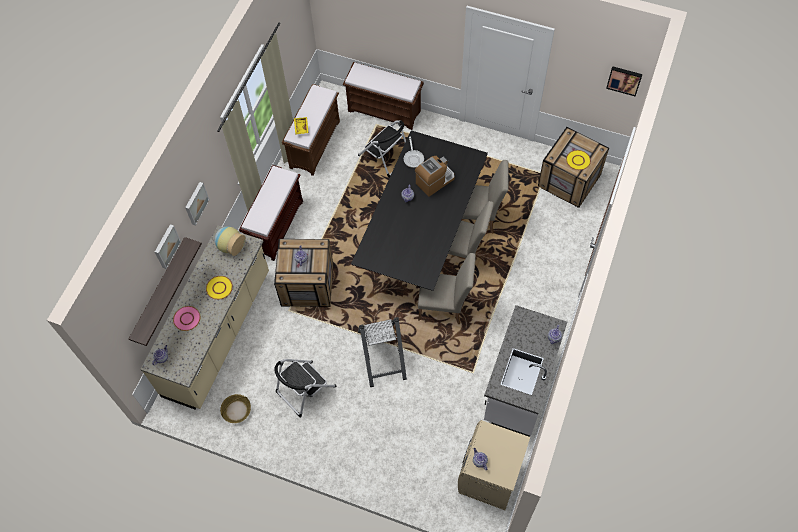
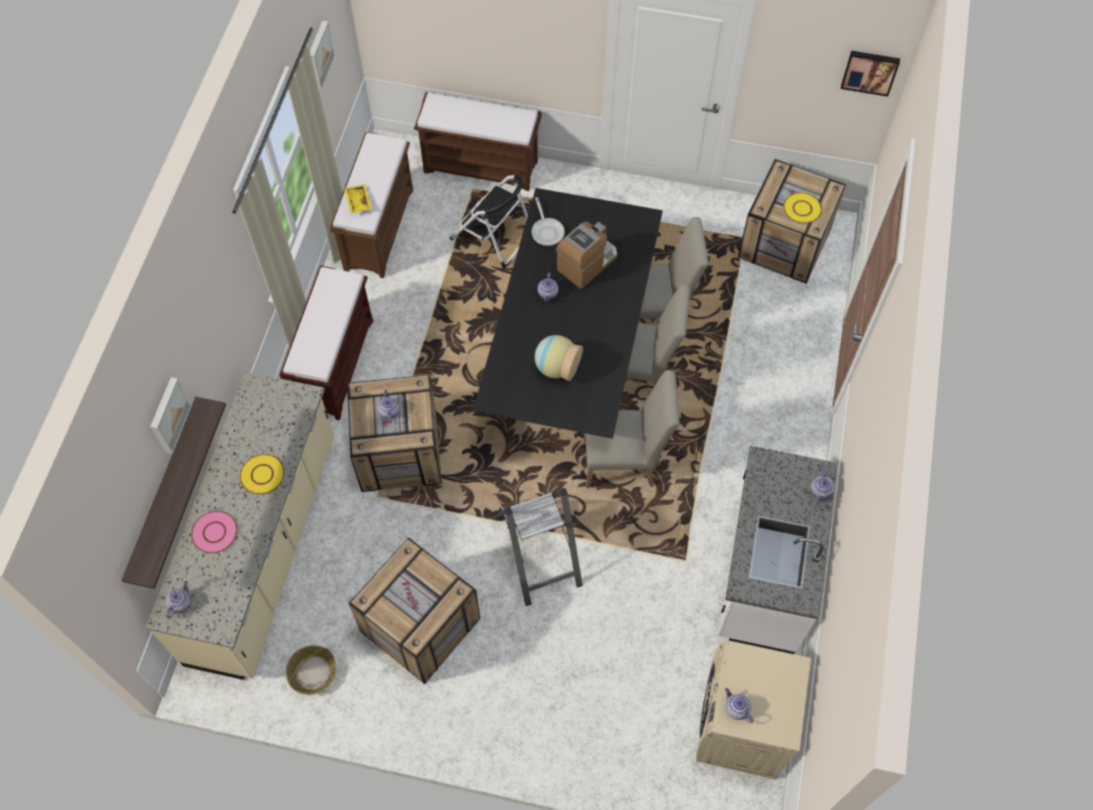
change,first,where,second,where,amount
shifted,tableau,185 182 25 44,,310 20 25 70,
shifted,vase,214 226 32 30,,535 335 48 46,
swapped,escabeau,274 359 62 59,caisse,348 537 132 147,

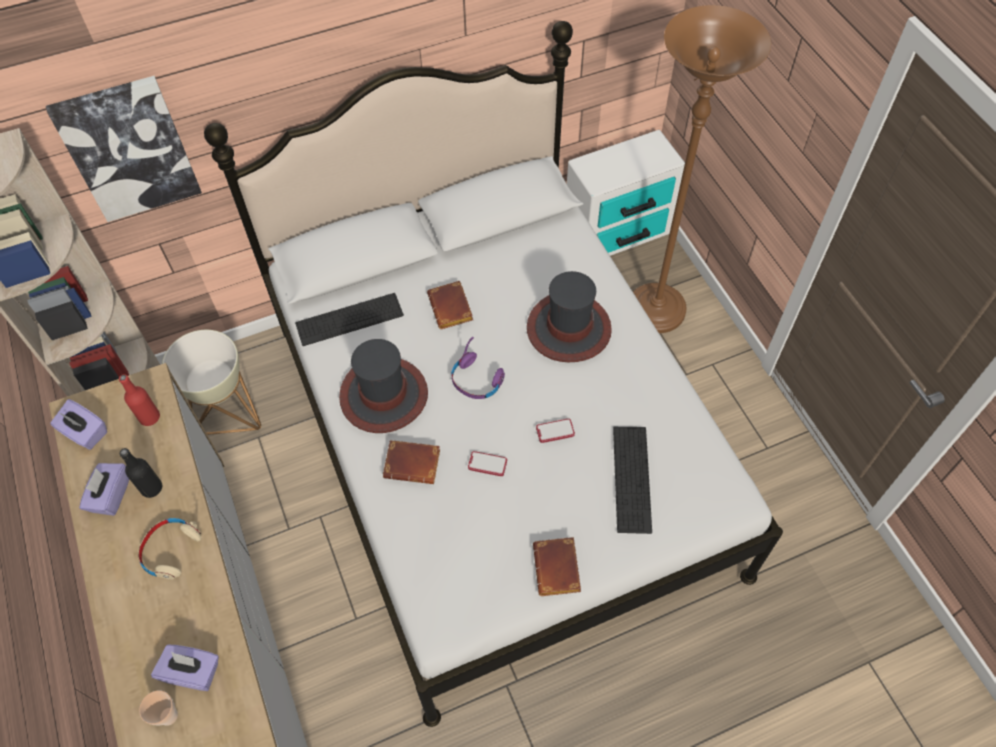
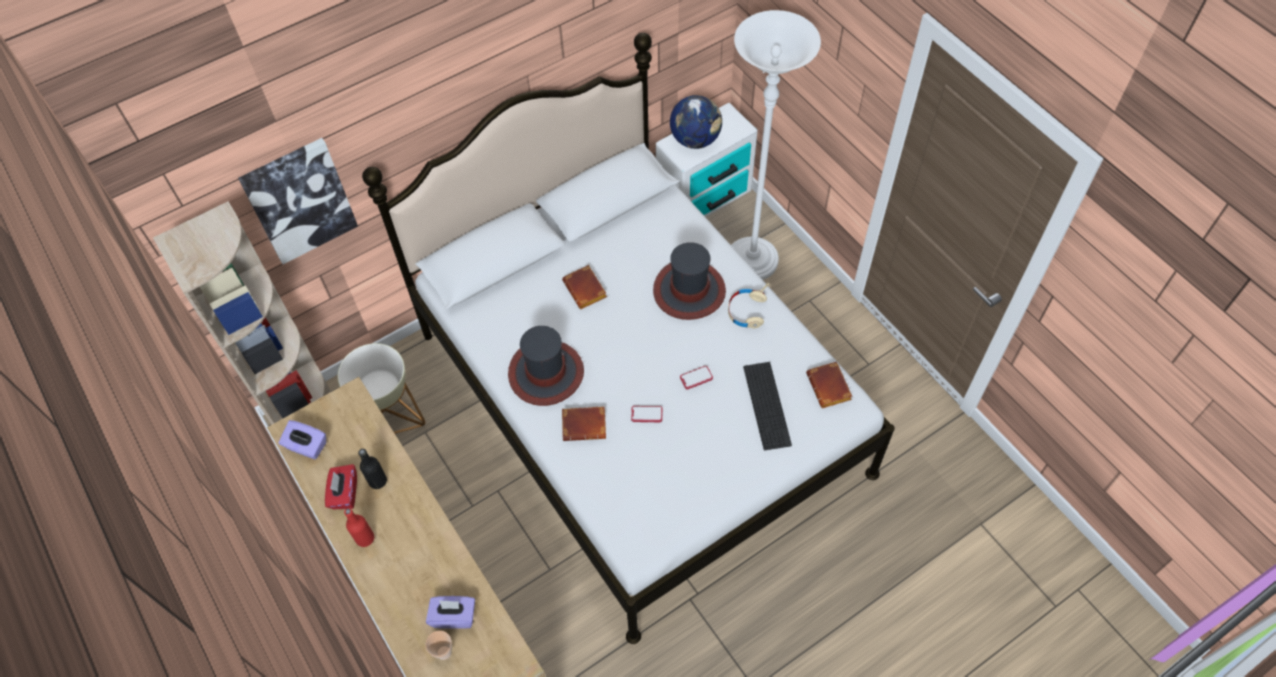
change,first,where,second,where,amount
gone,clavier,295 293 109 53,,,
gone,casque audio [violet],451 337 54 62,,,
new,,,globe,670 95 52 54,
shifted,bouteille [rouge],119 374 41 52,,344 508 30 39,
shifted,casque audio [beige],138 518 64 62,,728 283 41 45,
shifted,livre [marron],533 537 48 59,,806 361 46 47,
repainted,boîte à mouchoirs [violet],79 463 50 53,boîte à mouchoirs [rouge],325 464 32 46,
repainted,lampadaire [marron],633 5 138 328,lampadaire [blanc],731 10 90 270,

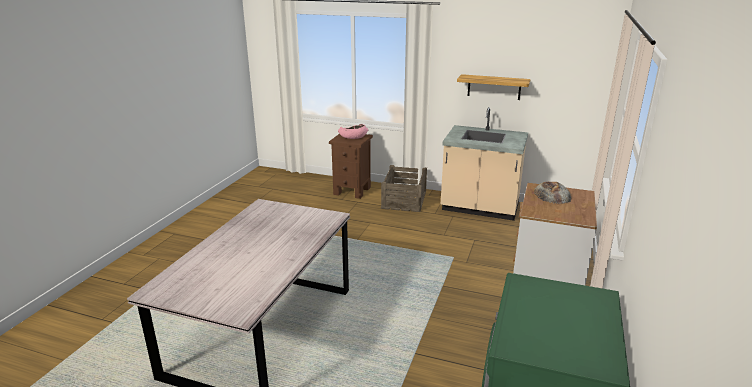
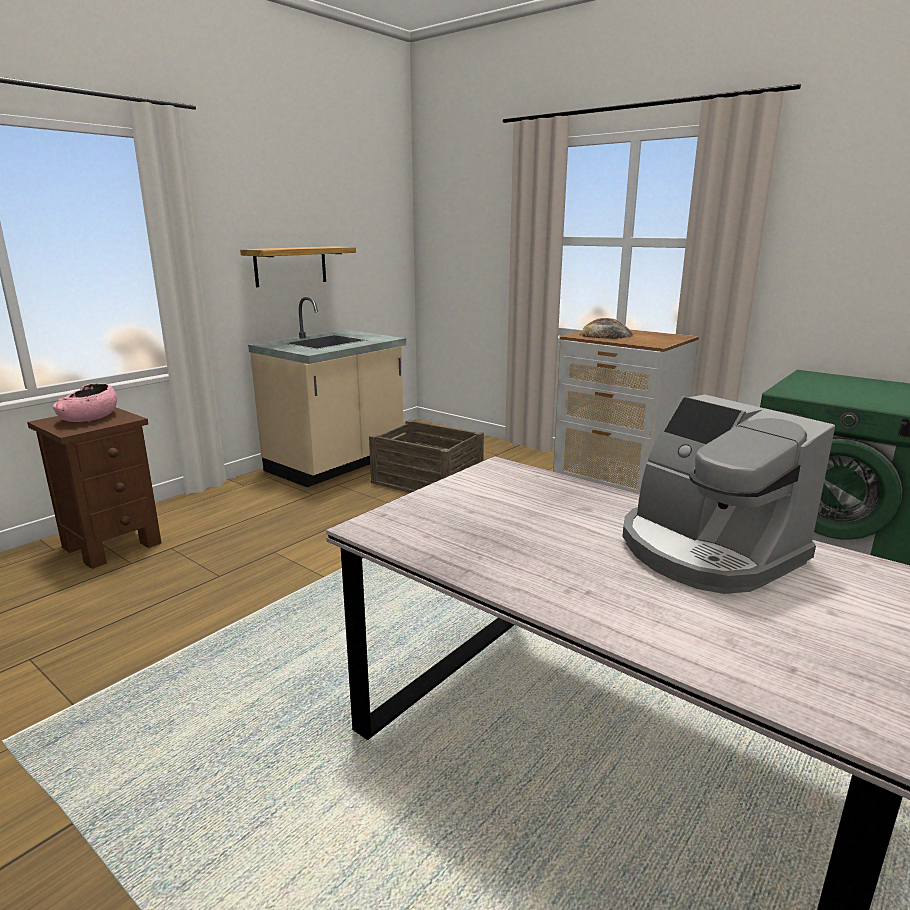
change,first,where,second,where,amount
new,,,machine à café,622 394 213 200,
shifted,caisse,381 165 46 47,,369 420 115 73,

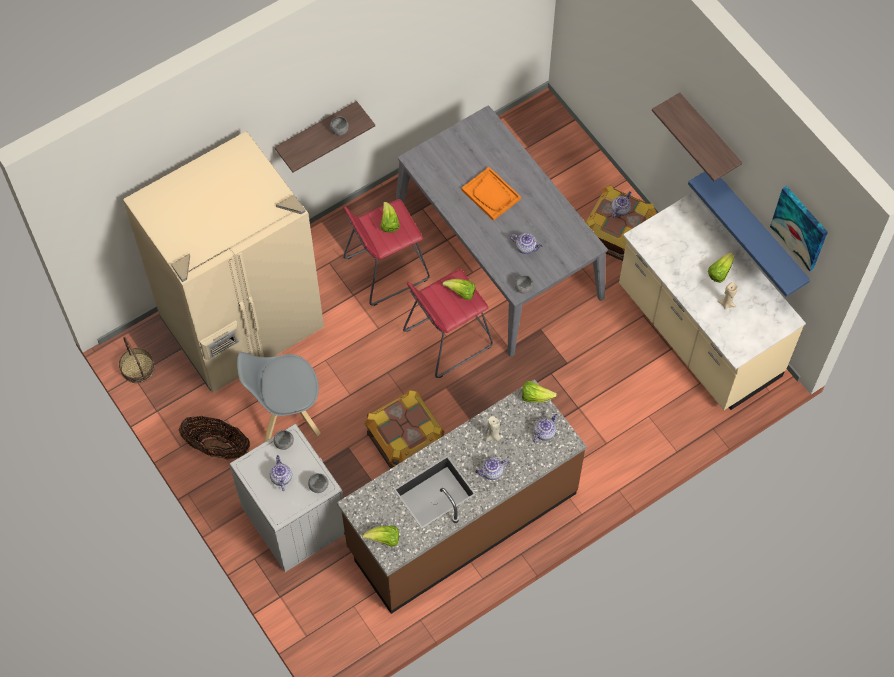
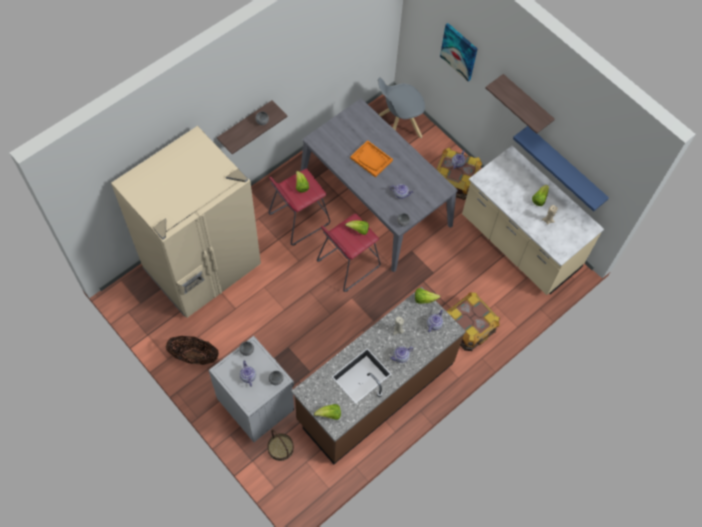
change,first,where,second,where,amount
shifted,panier,119 337 36 46,,267 429 27 32,
shifted,chaise [gris],237 352 84 90,,378 77 47 61,
shifted,caisse,364 390 81 79,,446 292 54 59,
shifted,tableau,770 186 58 86,,440 23 37 58,

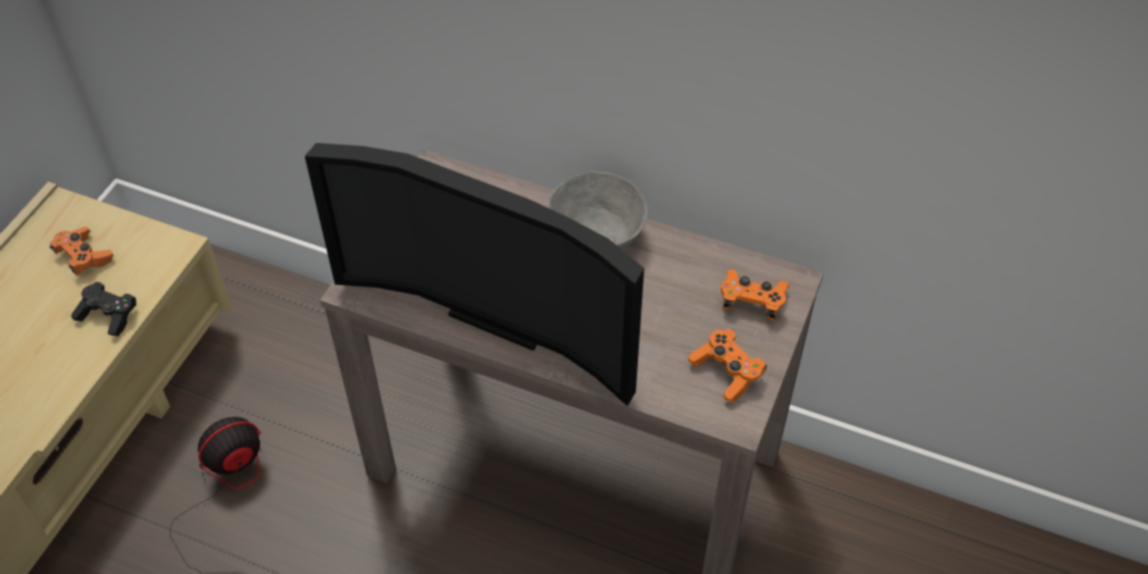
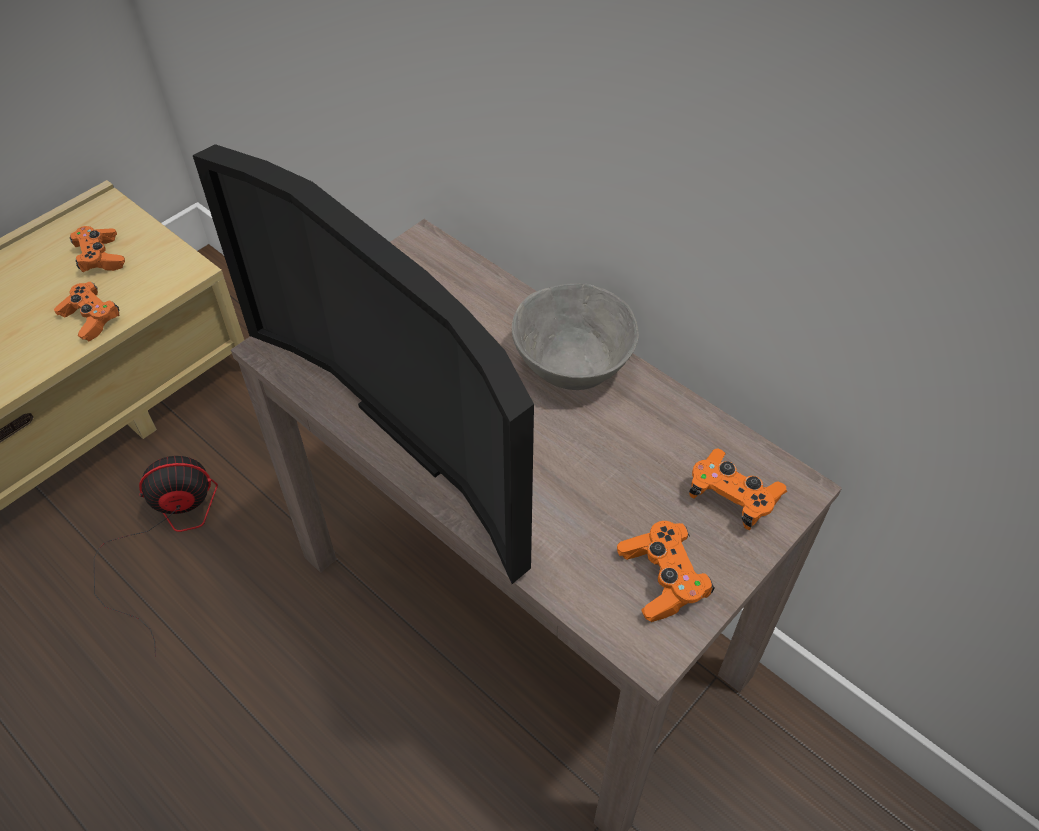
change,first,where,second,where,amount
repainted,manette [noir],71 282 65 54,manette [orange],54 282 66 59,

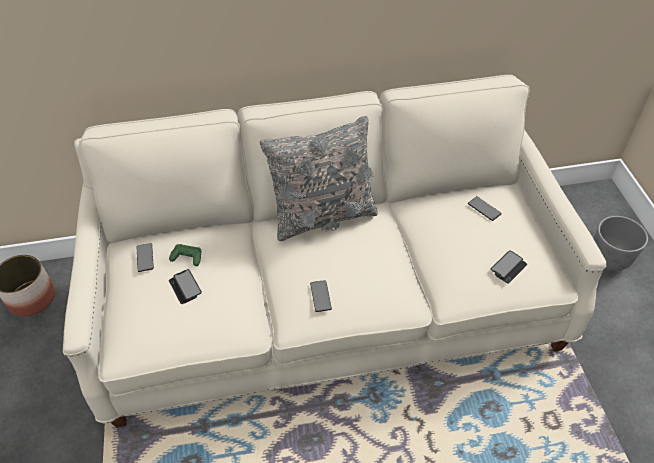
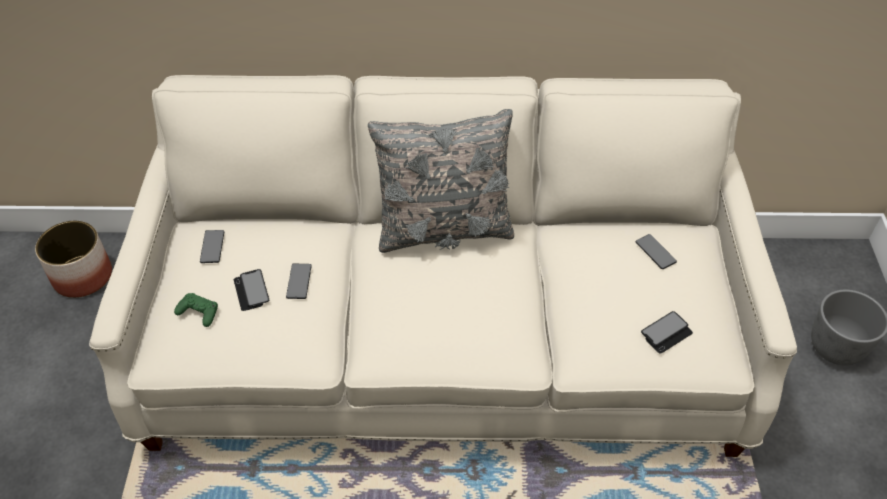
change,first,where,second,where,amount
shifted,manette [vert],169 244 32 22,,174 293 44 34,
shifted,téléphone,310 280 22 32,,286 264 26 35,

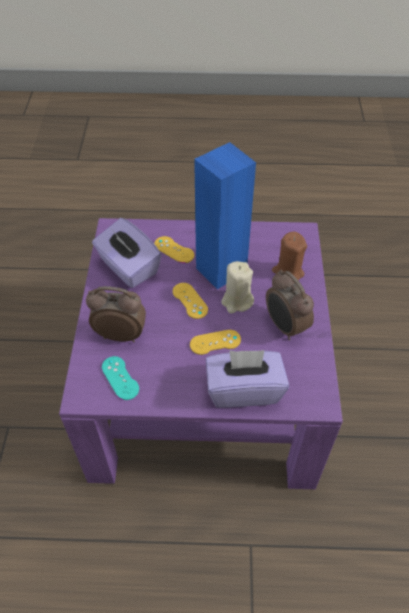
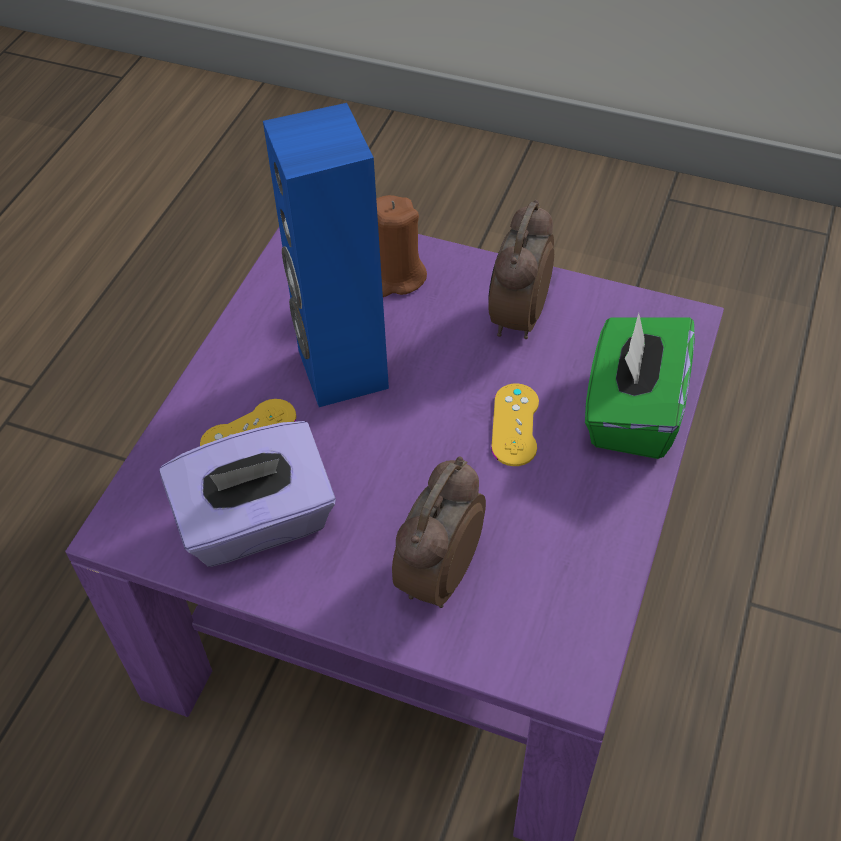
change,first,where,second,where,amount
gone,manette [turquoise],102 356 37 44,,,
gone,manette [jaune],173 283 35 36,,,
gone,bougie [beige],221 261 33 53,,,
repainted,boîte à mouchoirs [violet],206 350 83 58,boîte à mouchoirs [vert],585 313 110 146,
rotated,réveil,266 270 48 70,,488 200 66 139,120 degrees clockwise

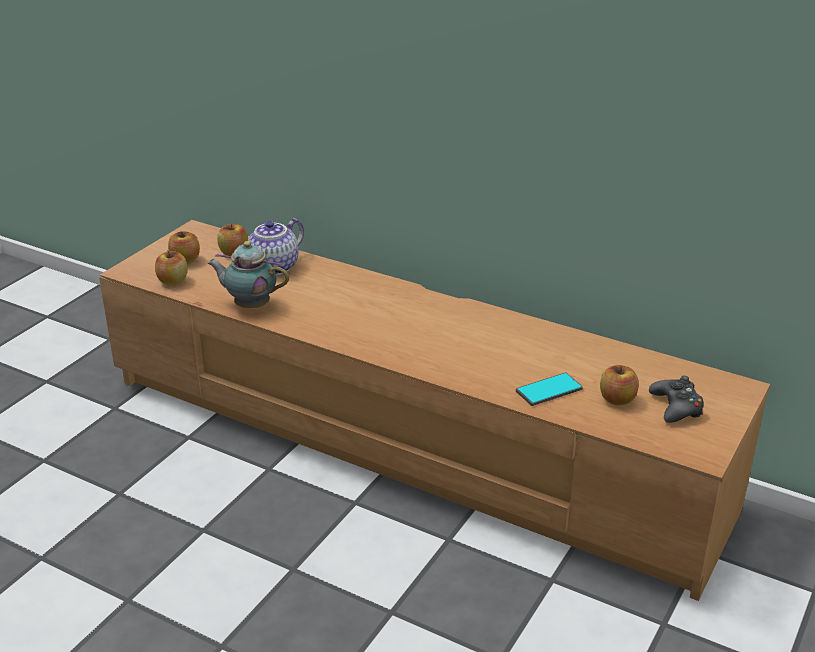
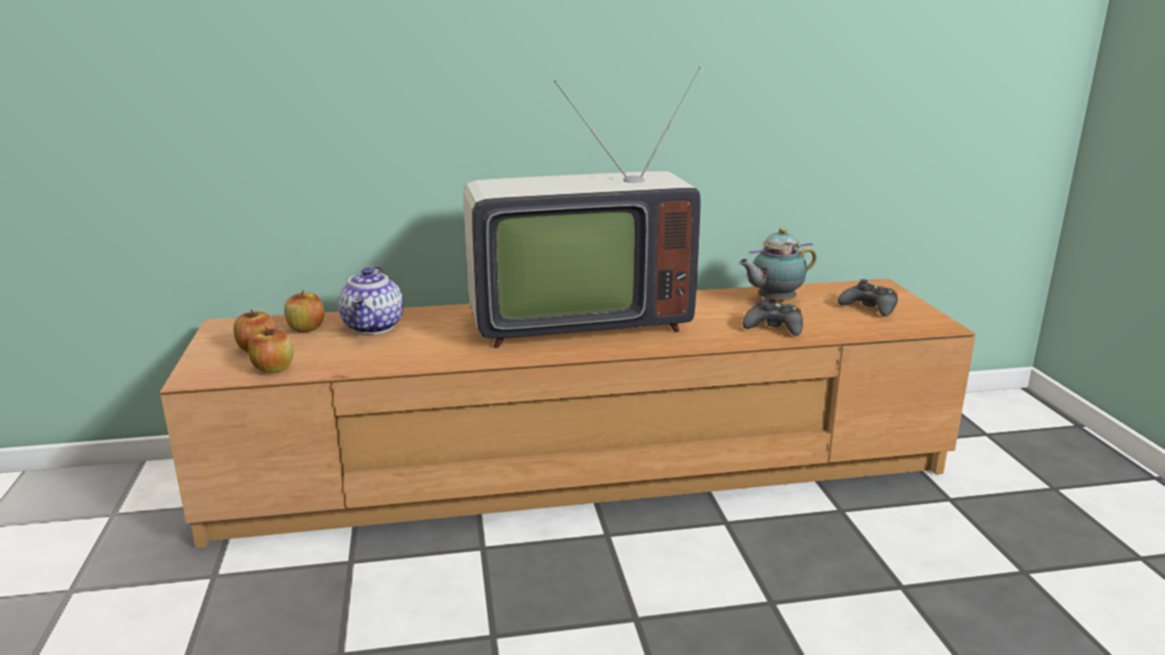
change,first,where,second,where,amount
gone,pomme,600 365 39 41,,,
new,,,téléviseur,464 66 237 282,
shifted,théière,207 241 82 67,,739 227 78 76,
swapped,téléphone,516 373 67 33,manette [noir],742 298 61 38,

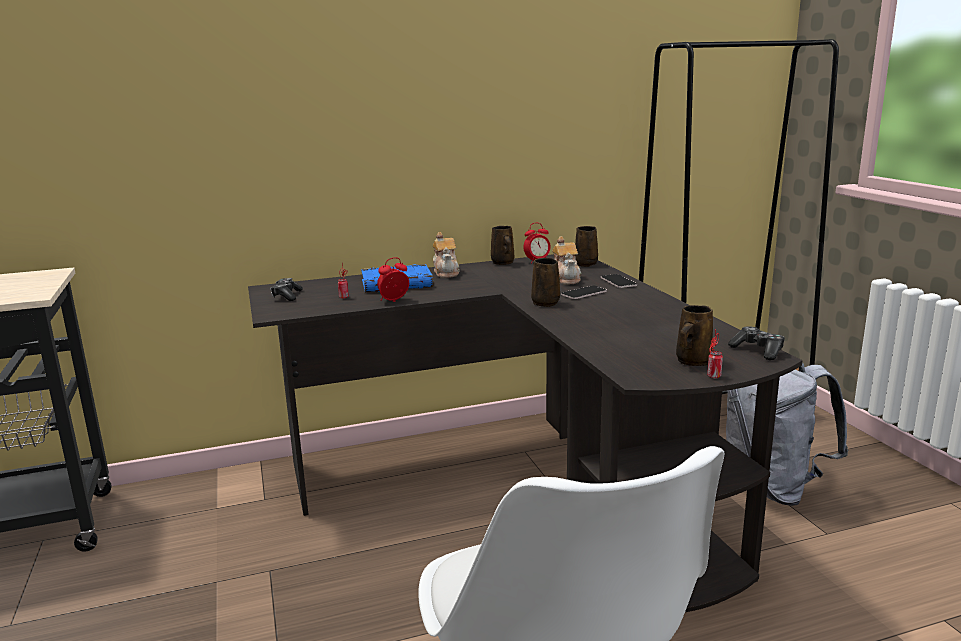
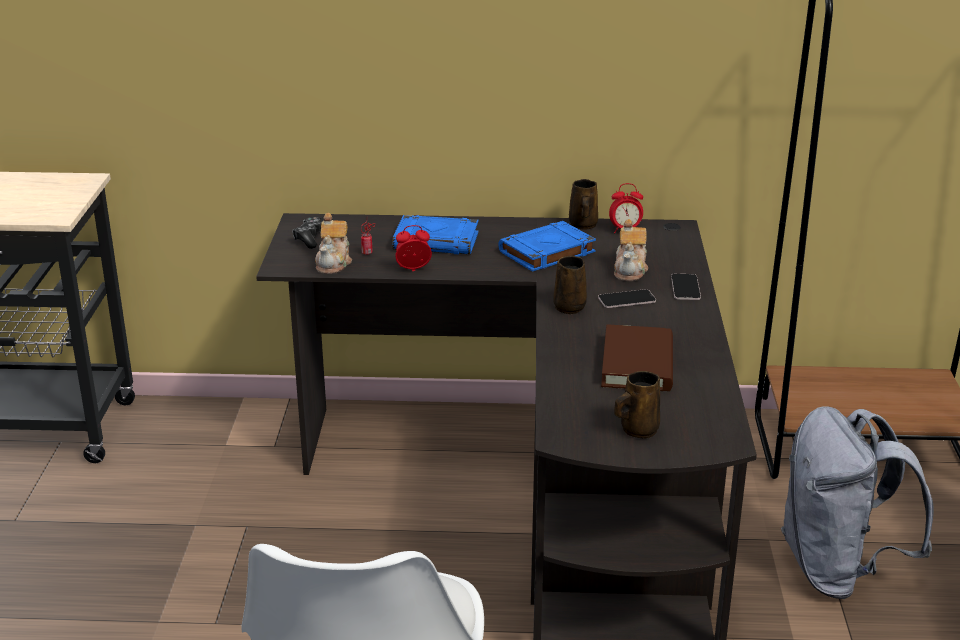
change,first,where,second,where,amount
gone,mug [marron],575 226 23 41,,,
gone,boîte métallique,707 329 16 49,,,
gone,manette,728 326 57 34,,,
new,,,livre [bleu],498 221 98 51,
new,,,livre [marron],601 324 72 67,
shifted,théière,433 232 27 46,,315 213 37 61,

